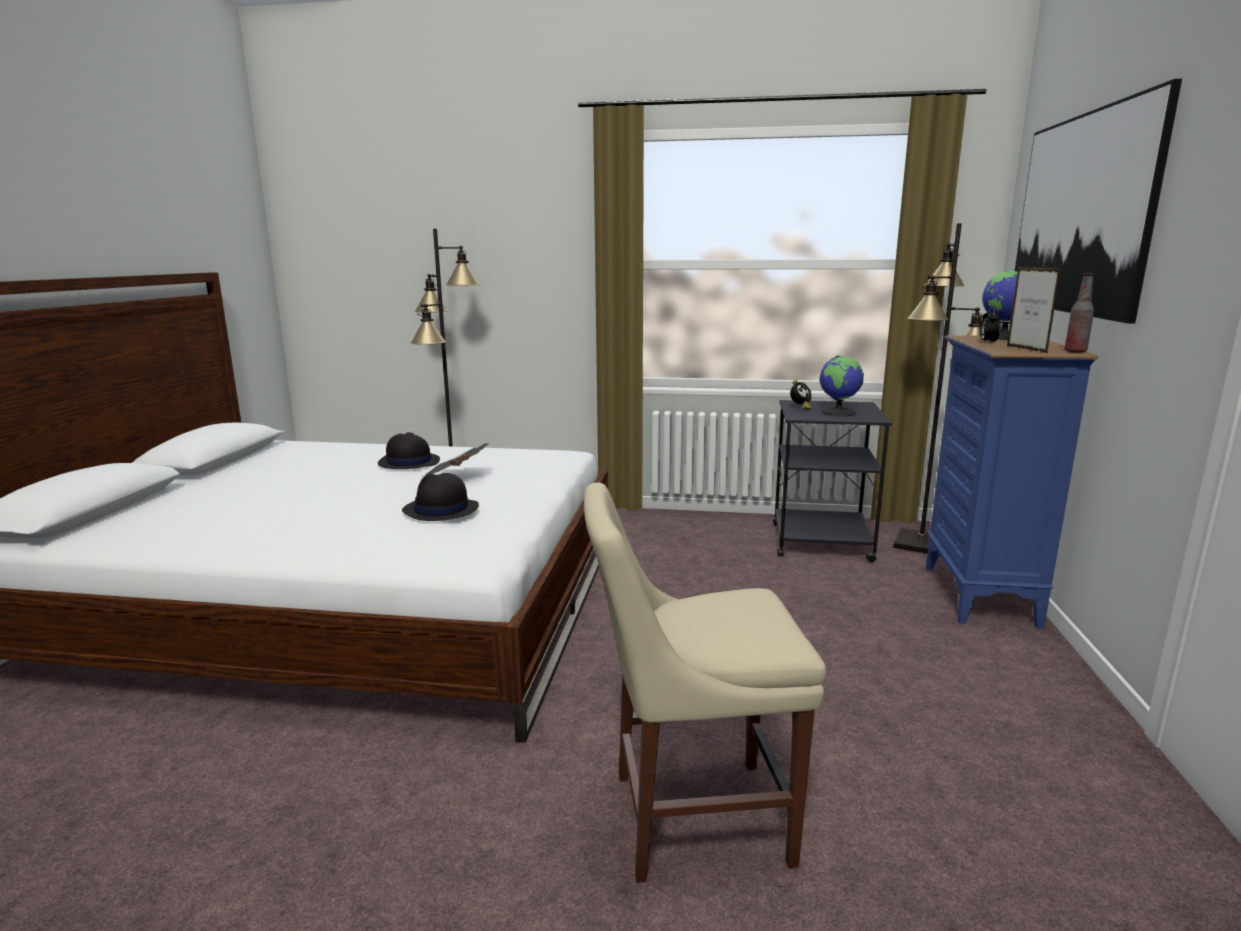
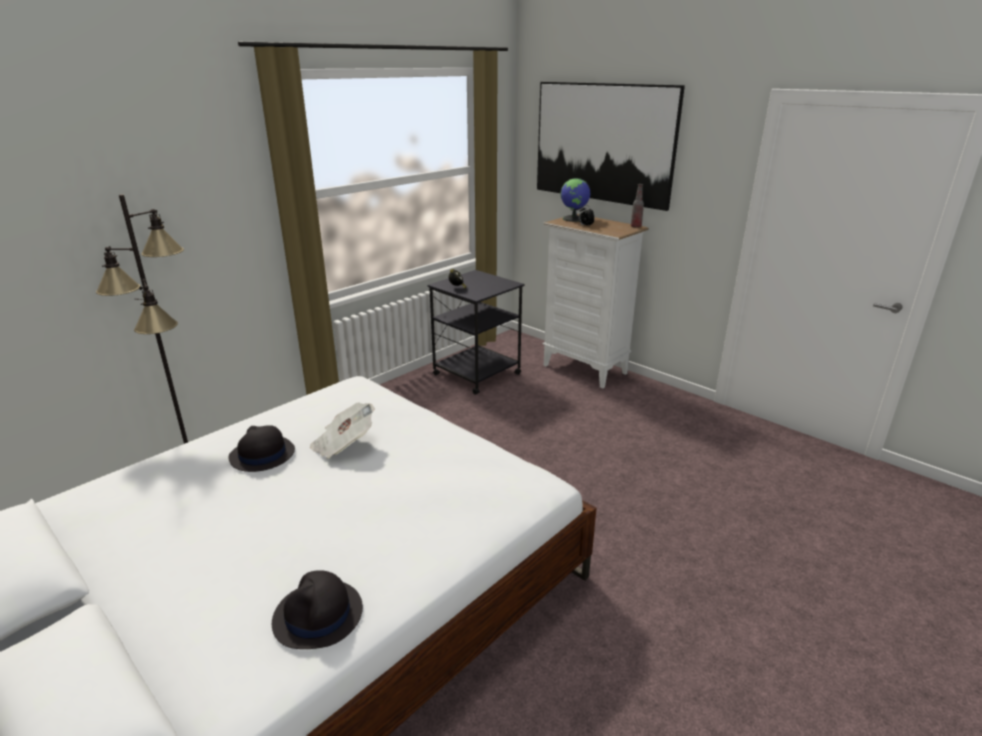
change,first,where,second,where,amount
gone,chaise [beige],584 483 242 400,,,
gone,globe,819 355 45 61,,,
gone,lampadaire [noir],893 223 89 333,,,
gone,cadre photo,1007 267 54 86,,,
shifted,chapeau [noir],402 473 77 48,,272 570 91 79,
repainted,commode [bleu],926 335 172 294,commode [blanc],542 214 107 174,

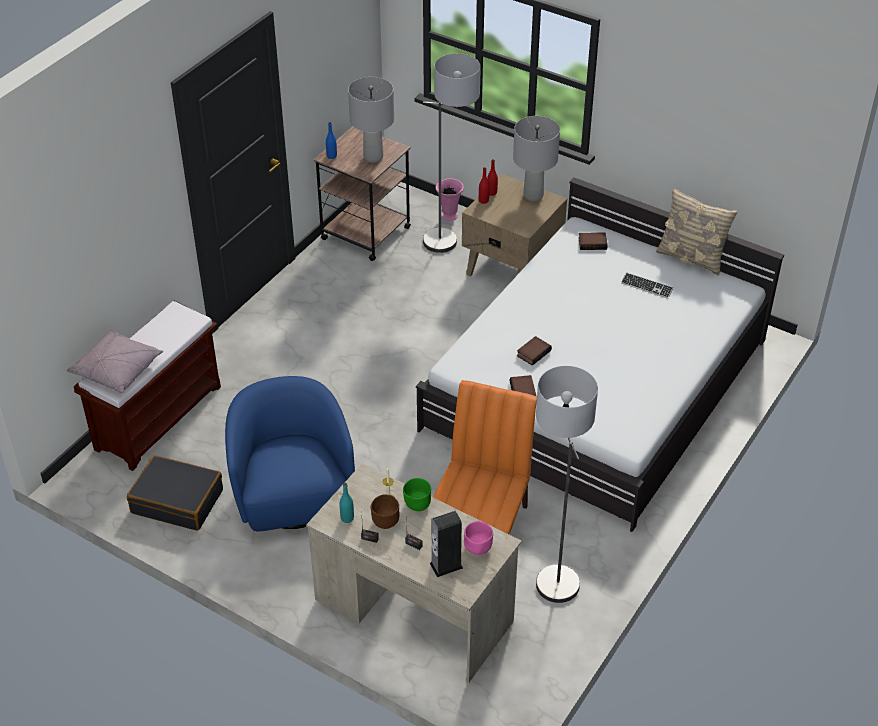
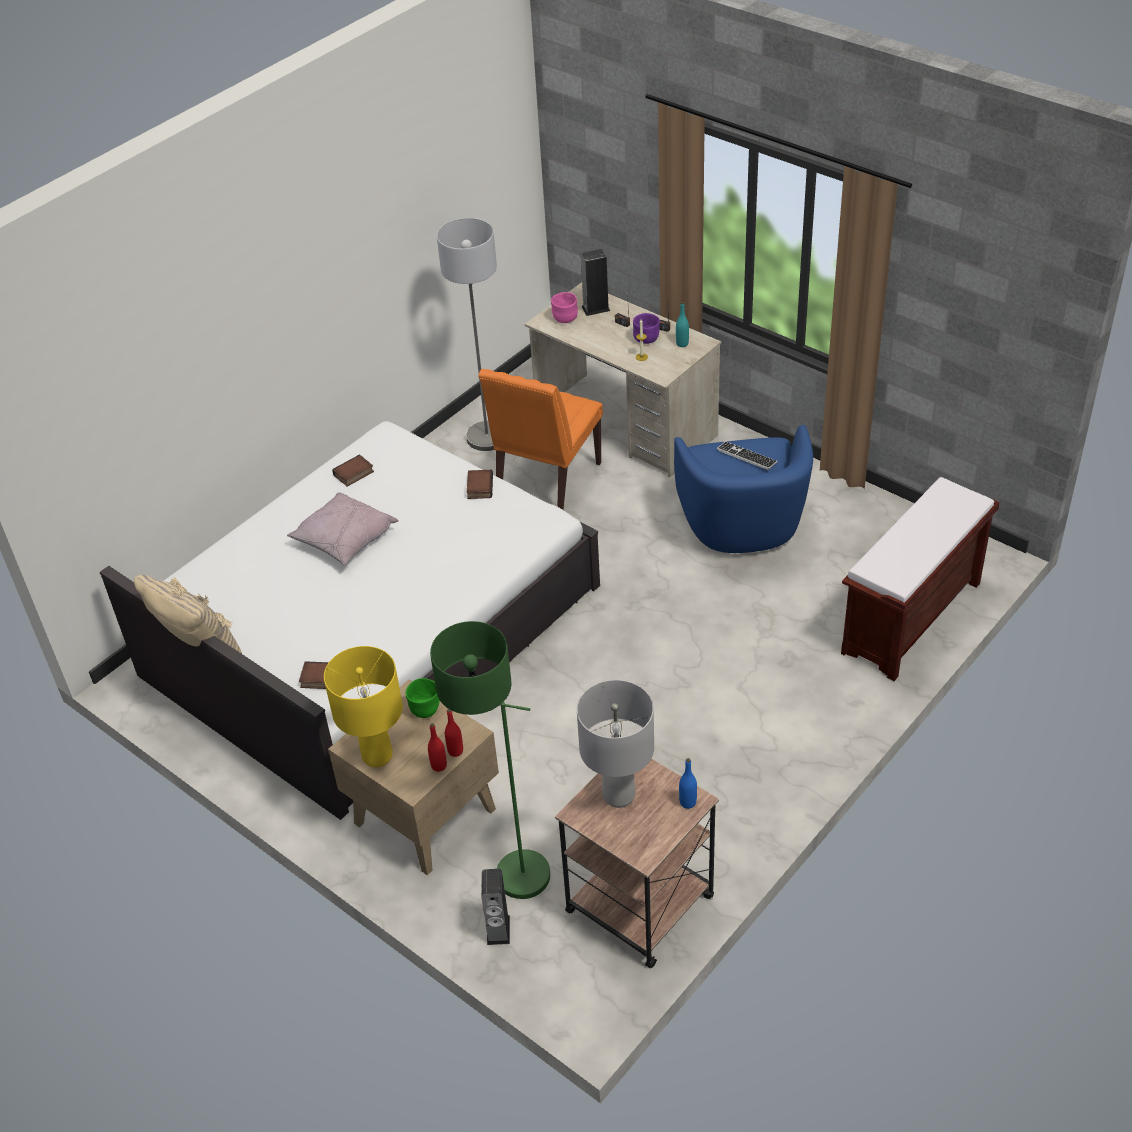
change,first,where,second,where,amount
gone,valise [noir],127 455 96 76,,,
shifted,coussin [violet],67 329 96 64,,287 492 112 74,
shifted,bol [vert],403 478 28 33,,405 678 35 40,
shifted,livre,517 336 35 30,,332 455 42 32,
shifted,clavier,621 272 53 27,,717 441 60 29,
swapped,vase [rose],436 178 28 43,enceinte,481 869 29 76,
repainted,bol [marron],371 495 29 34,bol [violet],633 313 27 31,
repainted,lampadaire [gris],423 53 58 200,lampadaire [vert],430 621 120 278,
repainted,lampe de table [gris],513 116 47 86,lampe de table [jaune],324 646 79 121,

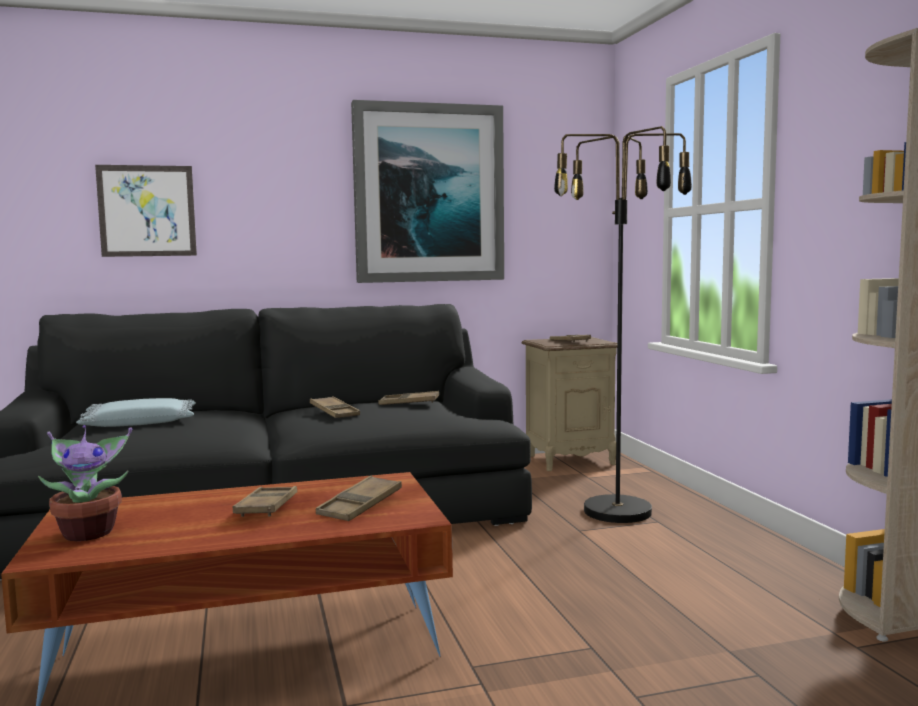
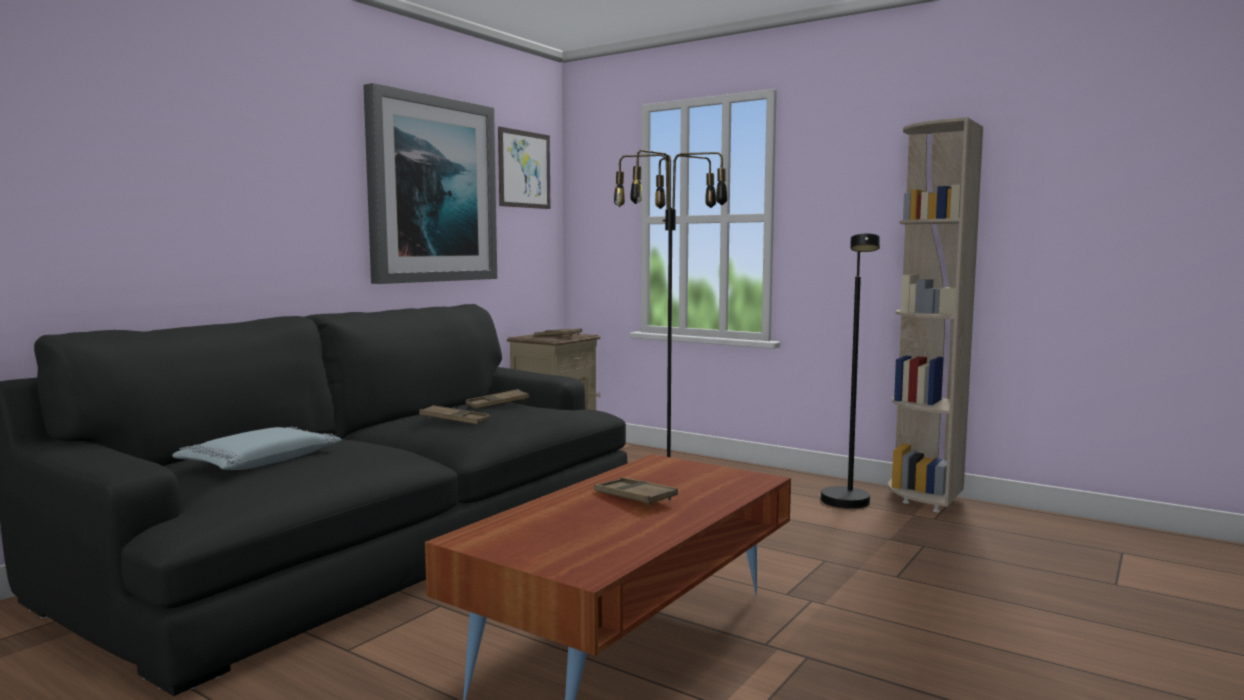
change,first,where,second,where,amount
gone,plante en pot,38 425 94 116,,,
gone,plateau [marron],316 476 86 45,,,
new,,,lampadaire [noir],821 233 59 276,
shifted,tableau,95 165 102 92,,498 127 52 82,

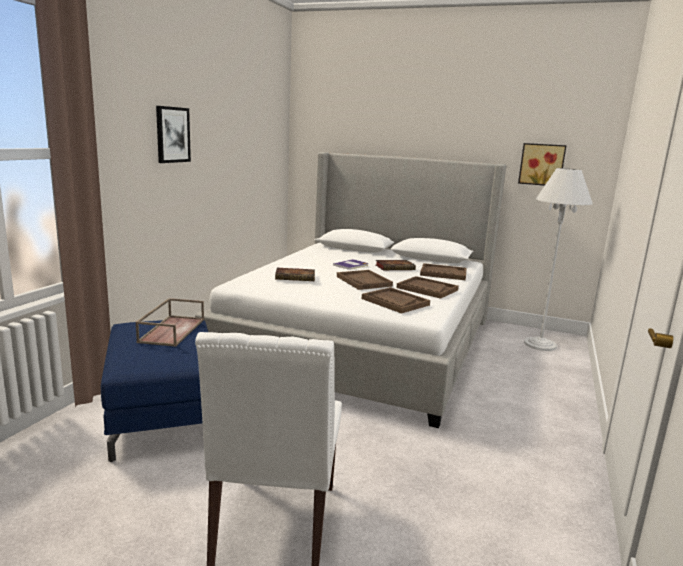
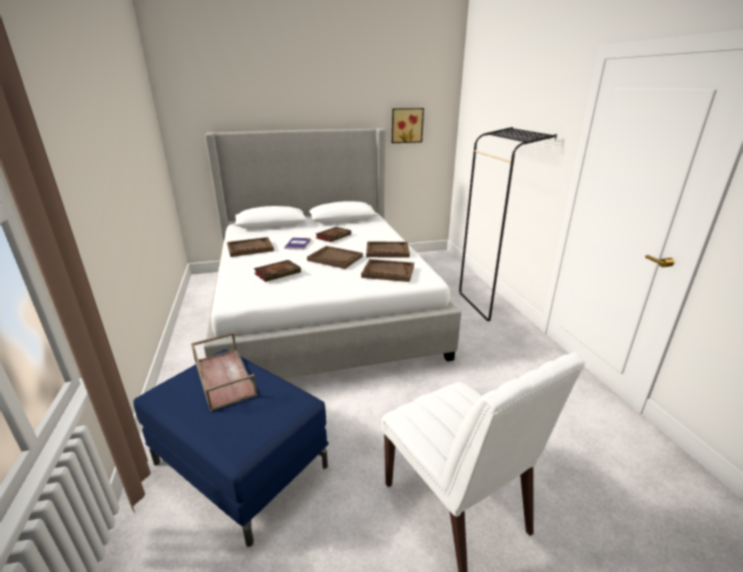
change,first,where,second,where,amount
gone,tableau,156 106 35 57,,,
gone,lampadaire [blanc],524 168 69 183,,,
new,,,portant [noir],459 127 98 194,
shifted,plateau [marron],420 263 47 17,,227 237 47 20,

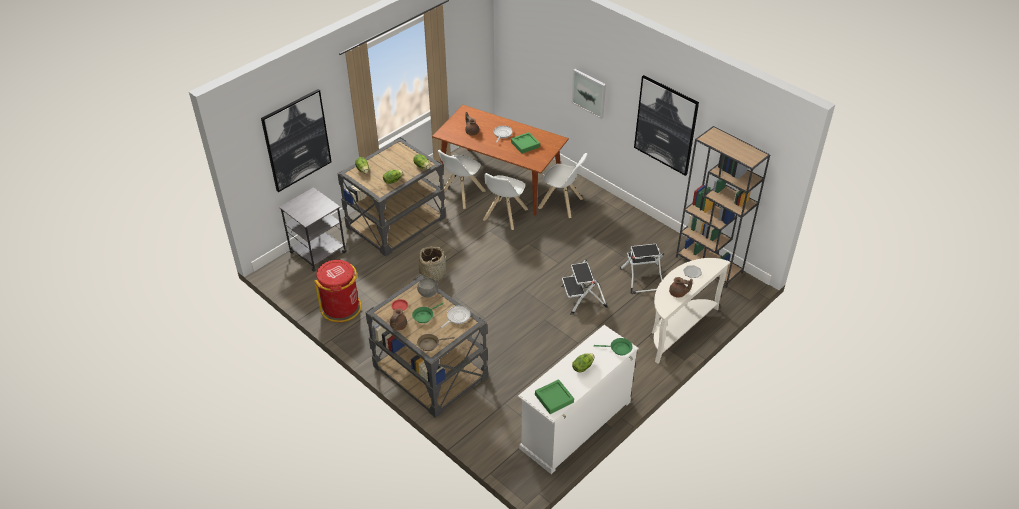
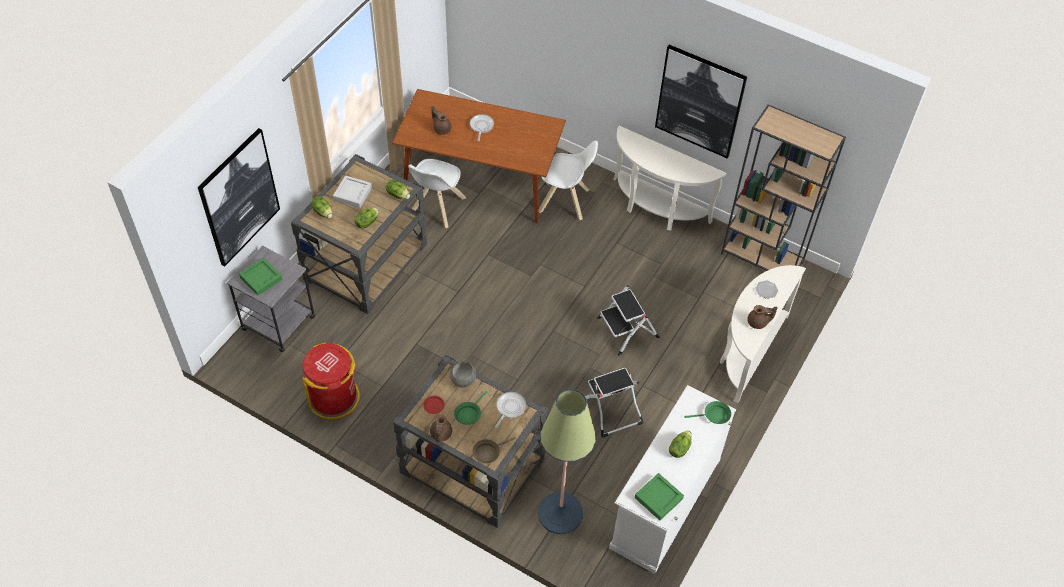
change,first,where,second,where,amount
gone,panier,419 246 27 36,,,
gone,chaise [blanc],483 173 45 57,,,
gone,tableau,572 69 34 50,,,
new,,,plateau [gris],333 175 39 33,
new,,,lampadaire,538 389 58 145,
new,,,table console [blanc],613 126 113 104,
shifted,plateau [vert],511 132 29 22,,239 258 43 38,
shifted,escabeau,620 244 44 50,,585 368 59 70,

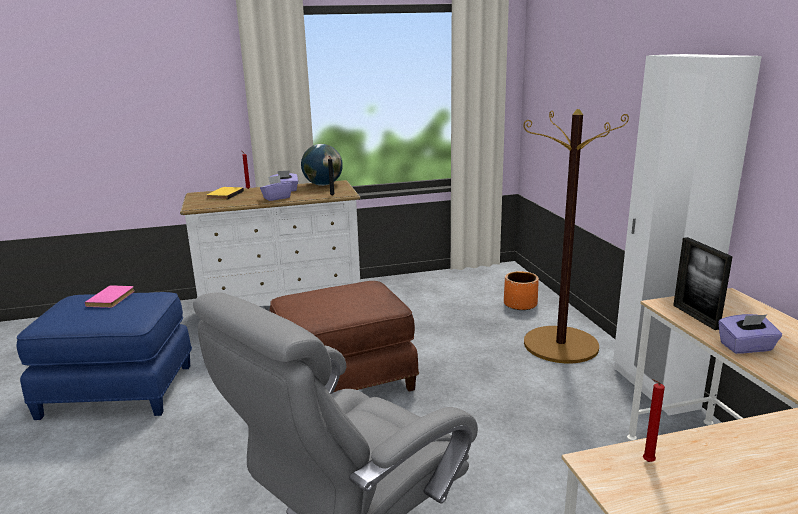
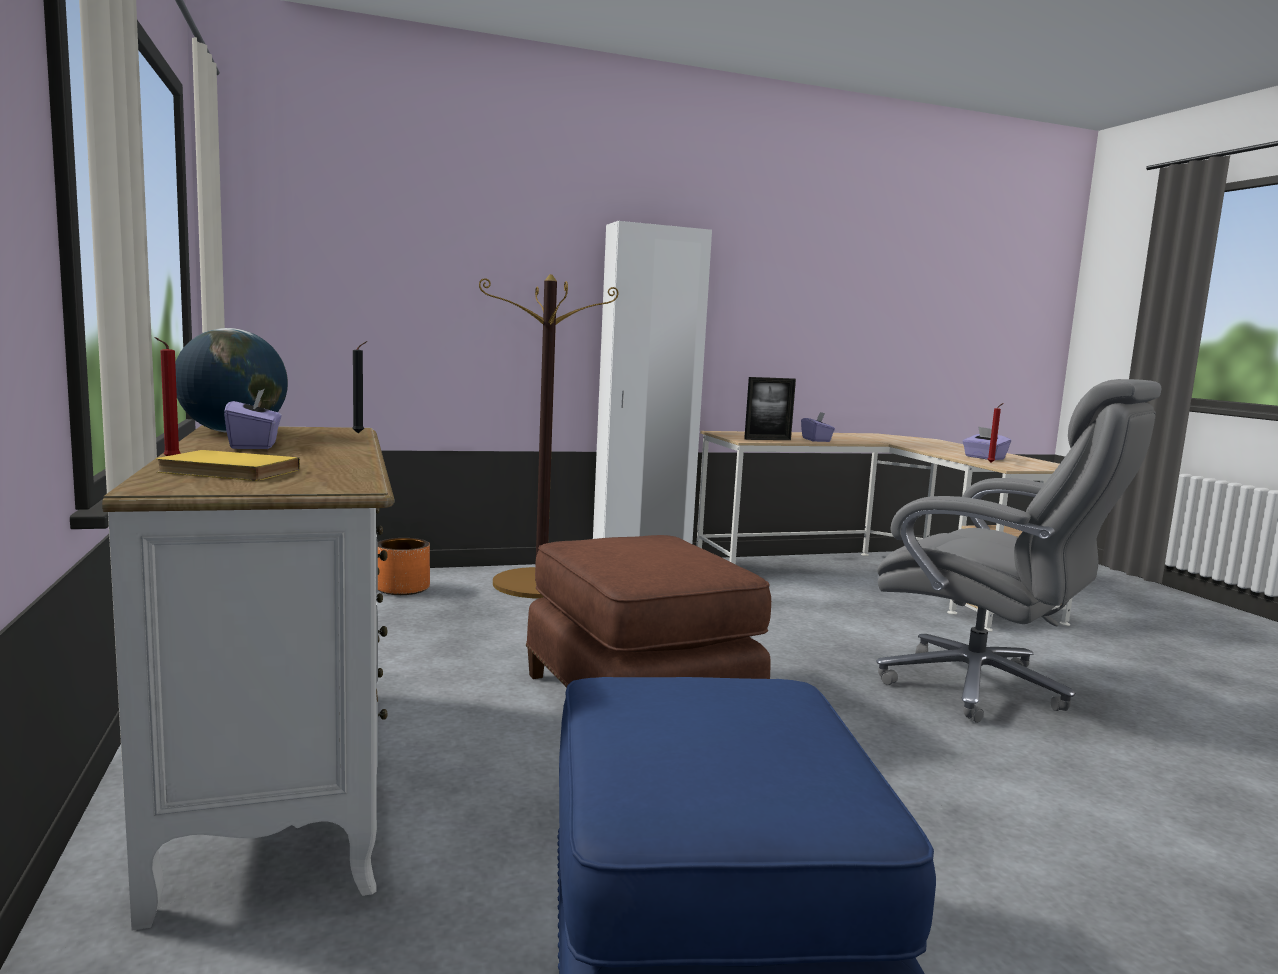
change,first,where,second,where,amount
gone,livre [rose],85 285 49 23,,,
shifted,boîte à mouchoirs [violet],260 175 32 26,,962 426 49 34,

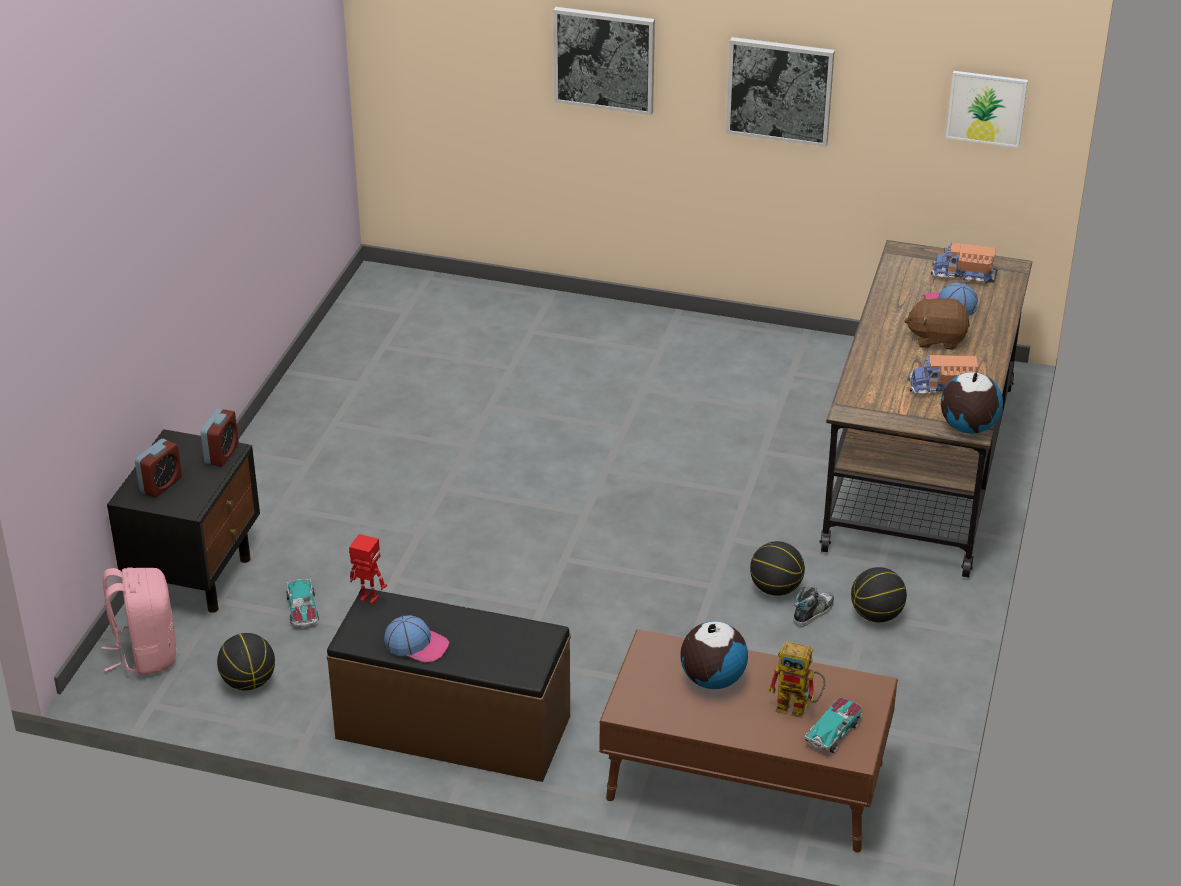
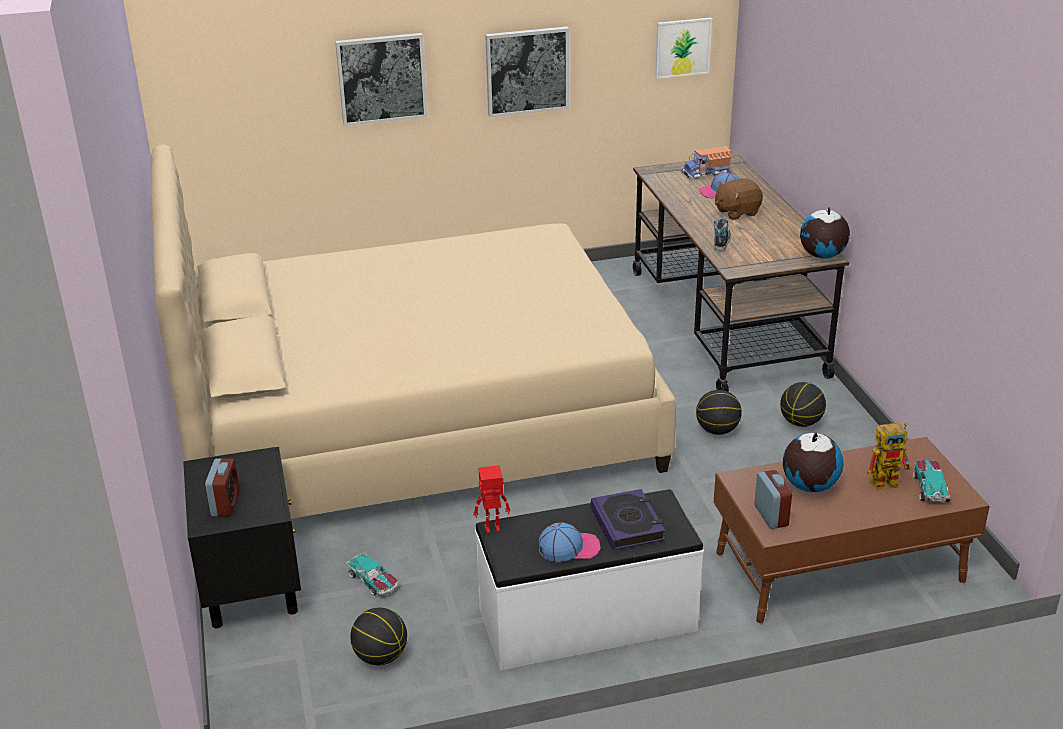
change,first,where,second,where,amount
gone,sac à dos [rose],101 567 75 109,,,
gone,camion jouet,908 355 71 40,,,
new,,,lit [beige],150 144 526 375,
new,,,livre,591 489 75 61,
shifted,réveil,201 408 38 58,,754 470 38 59,
shifted,chaussure,794 586 40 41,,714 218 17 33,
repainted,banc [marron],327 588 244 194,banc [blanc],475 490 229 180,

